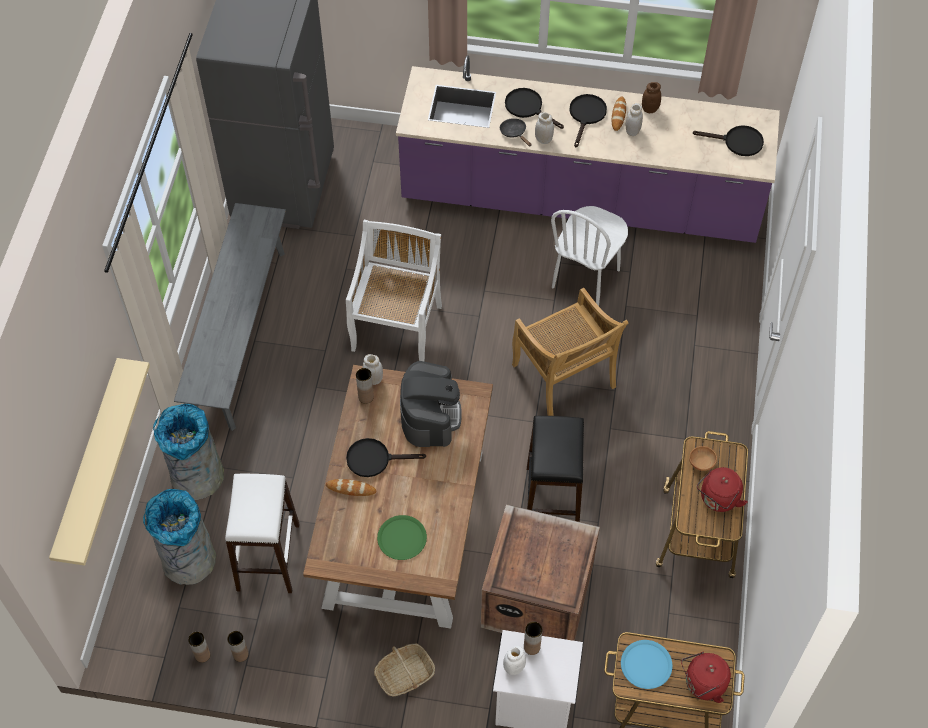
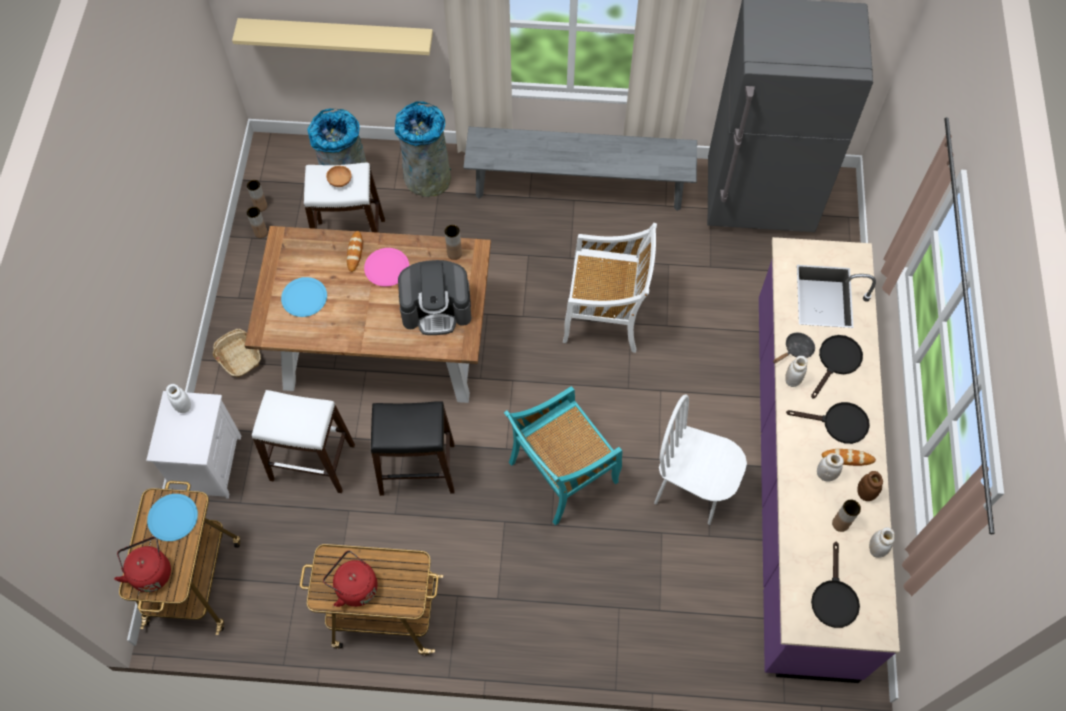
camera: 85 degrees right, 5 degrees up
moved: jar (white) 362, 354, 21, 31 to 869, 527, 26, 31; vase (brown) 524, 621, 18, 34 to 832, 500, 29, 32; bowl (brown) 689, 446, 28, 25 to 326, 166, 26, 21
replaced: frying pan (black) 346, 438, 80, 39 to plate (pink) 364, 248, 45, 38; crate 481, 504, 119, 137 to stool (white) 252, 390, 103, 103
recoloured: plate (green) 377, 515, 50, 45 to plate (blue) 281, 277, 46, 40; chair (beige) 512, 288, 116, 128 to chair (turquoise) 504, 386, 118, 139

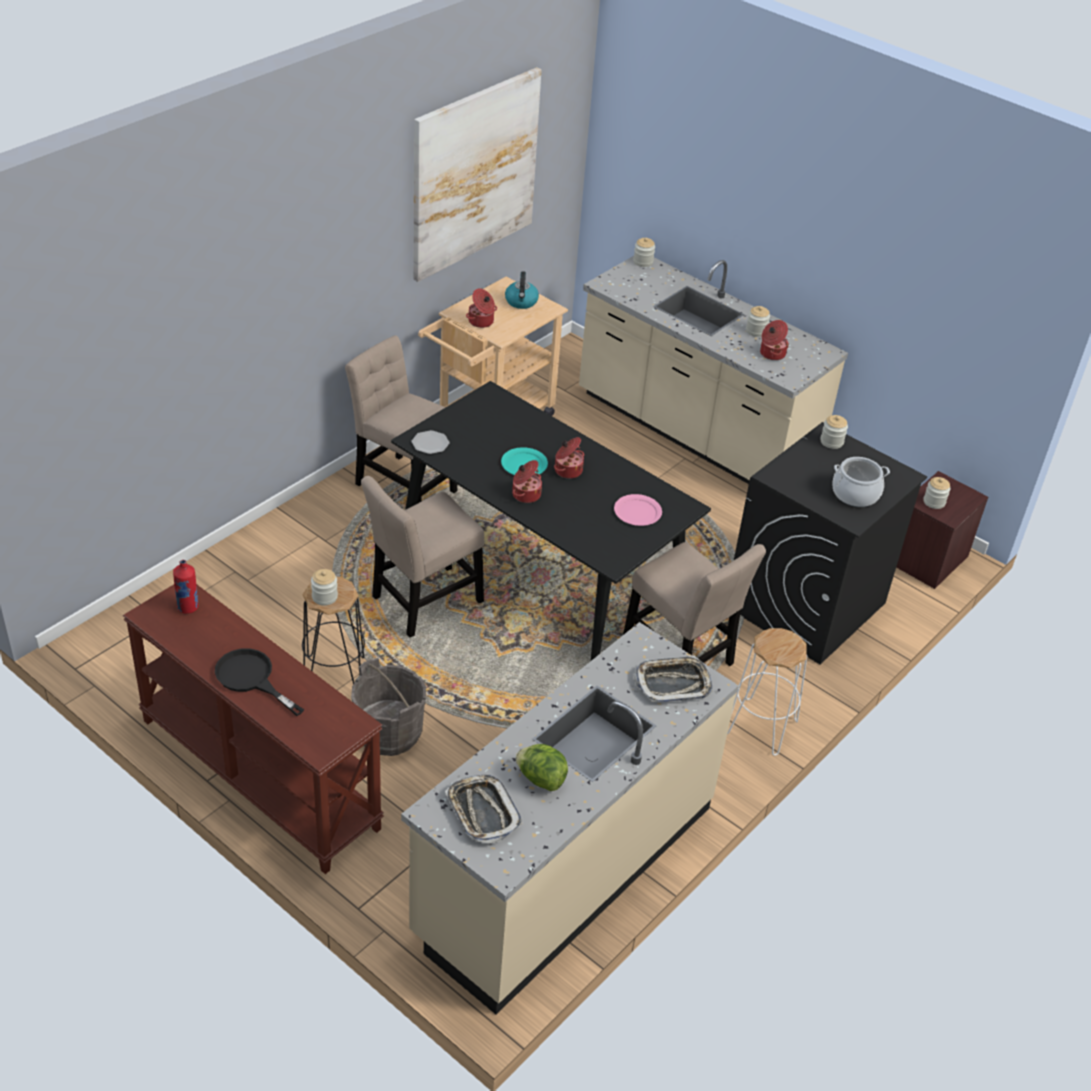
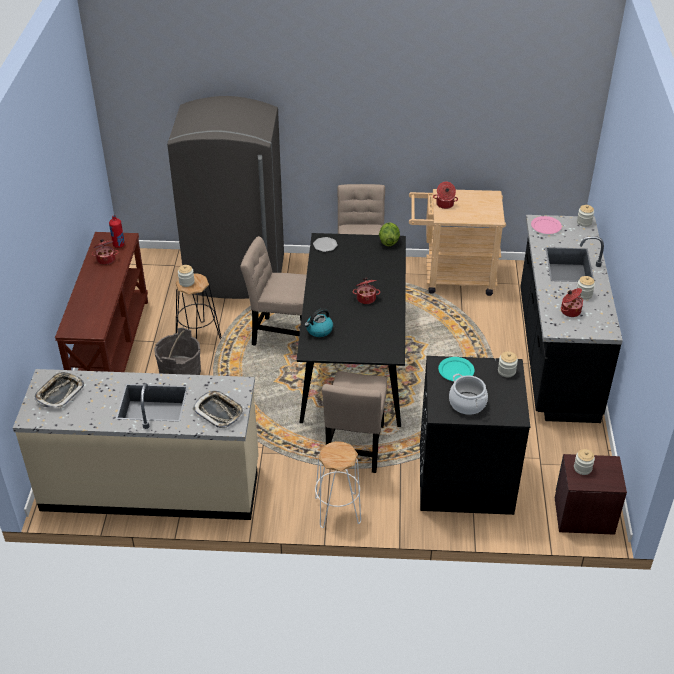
camera: 55 degrees right, 0 degrees up
removed: frying pan (black) 215, 648, 89, 68; picture 413, 67, 129, 215
added: fridge (grey) 167, 96, 117, 203
moved: plate (turquoise) 501, 447, 47, 28 to 438, 357, 37, 24; kettle 505, 271, 34, 38 to 304, 308, 29, 29; cooking pot 512, 460, 30, 43 to 92, 239, 27, 26; lettuce 515, 744, 53, 47 to 379, 222, 21, 24; plate (pink) 614, 494, 48, 32 to 531, 216, 31, 18
recoloured: counter (beige) 579, 256, 269, 228 to counter (black) 521, 215, 102, 208

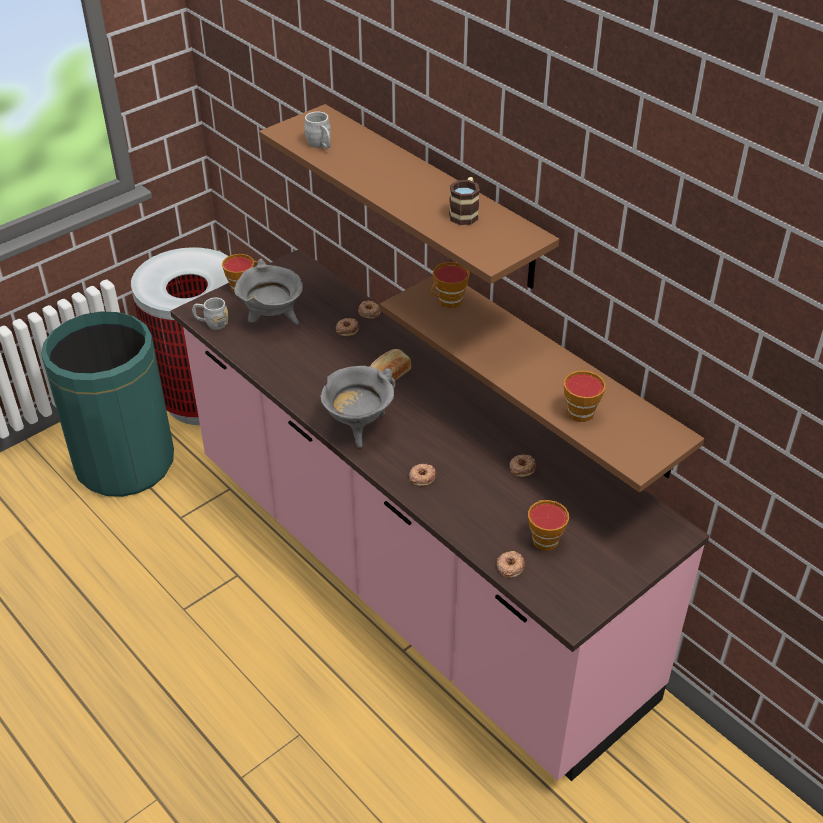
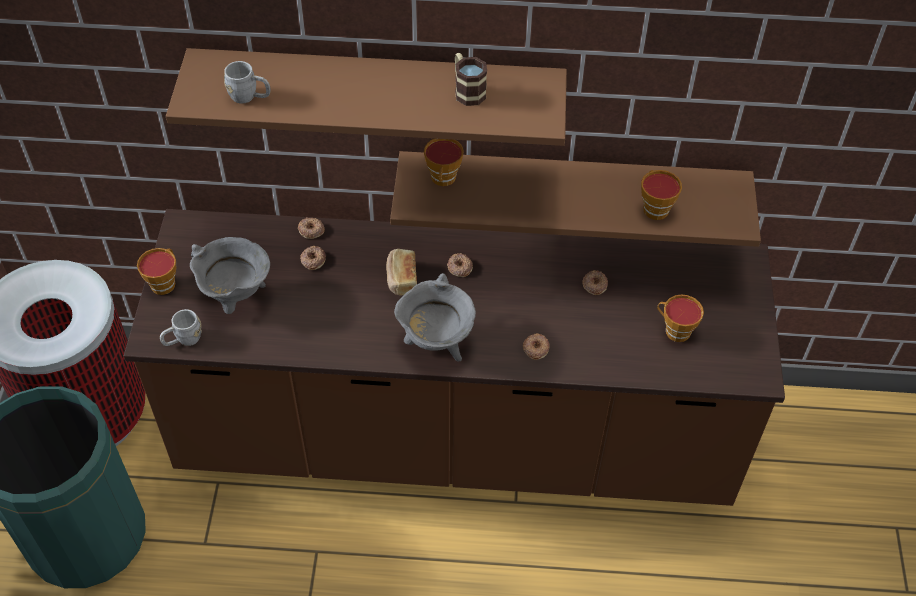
camera: 45 degrees left, 10 degrees up
moved: donut 496, 551, 29, 27 to 447, 253, 26, 24
recoloured: counter (pink) 170, 249, 539, 532 to counter (brown) 124, 209, 661, 297

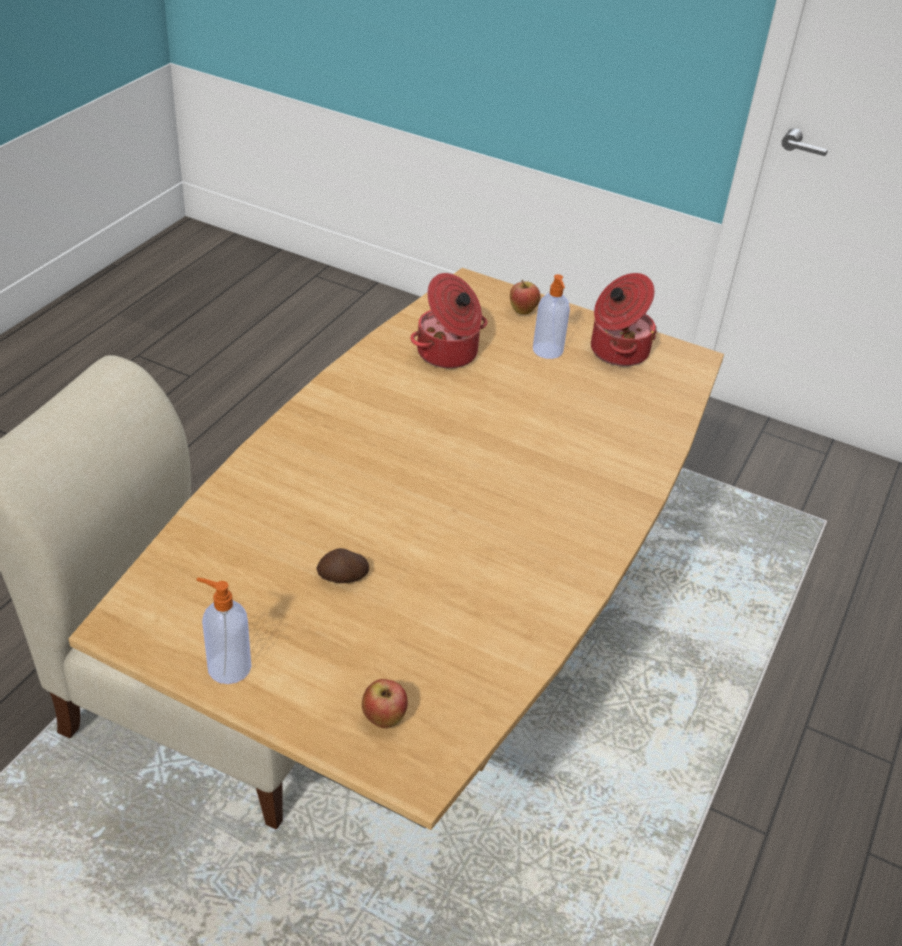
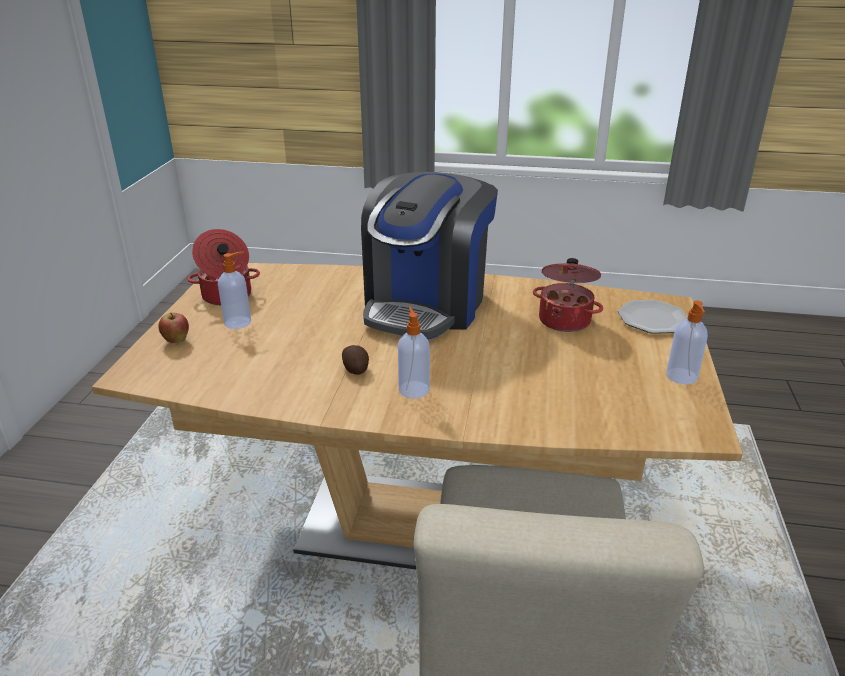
camera: 105 degrees left, 10 degrees down
added: coffee machine 361, 172, 137, 168; soap dispenser 398, 306, 32, 92
moved: potato 316, 548, 53, 35 to 342, 345, 27, 30; cooking pot 410, 273, 77, 95 to 533, 258, 70, 74
replaced: apple 362, 679, 46, 49 to plate 618, 300, 70, 34

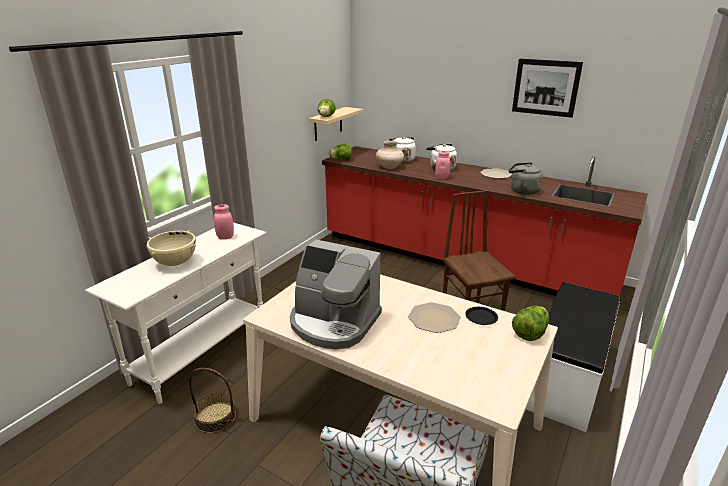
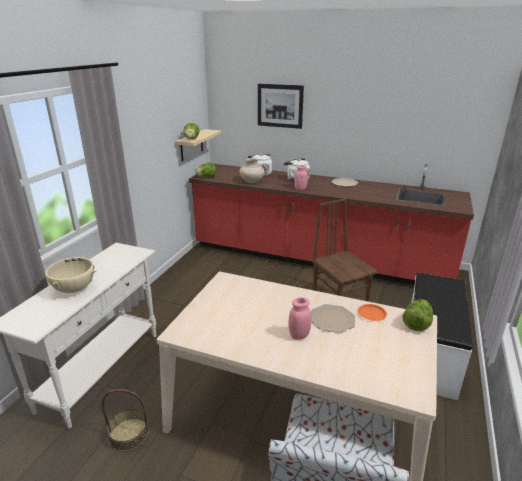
camera: 10 degrees left, 0 degrees up
removed: coffee machine 290, 240, 92, 109; kettle (grey) 509, 162, 34, 33
moved: jar (pink) 214, 204, 20, 35 to 288, 297, 24, 43; picture 512, 59, 71, 59 to 258, 84, 46, 45
recoloured: plate (black) 465, 307, 33, 18 to plate (orange) 358, 304, 29, 17

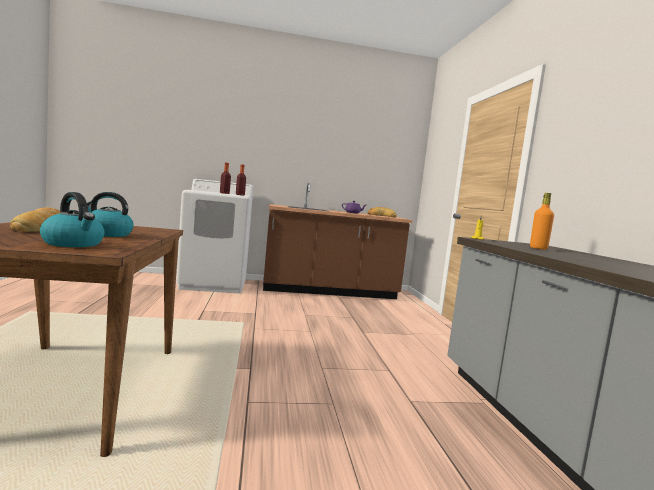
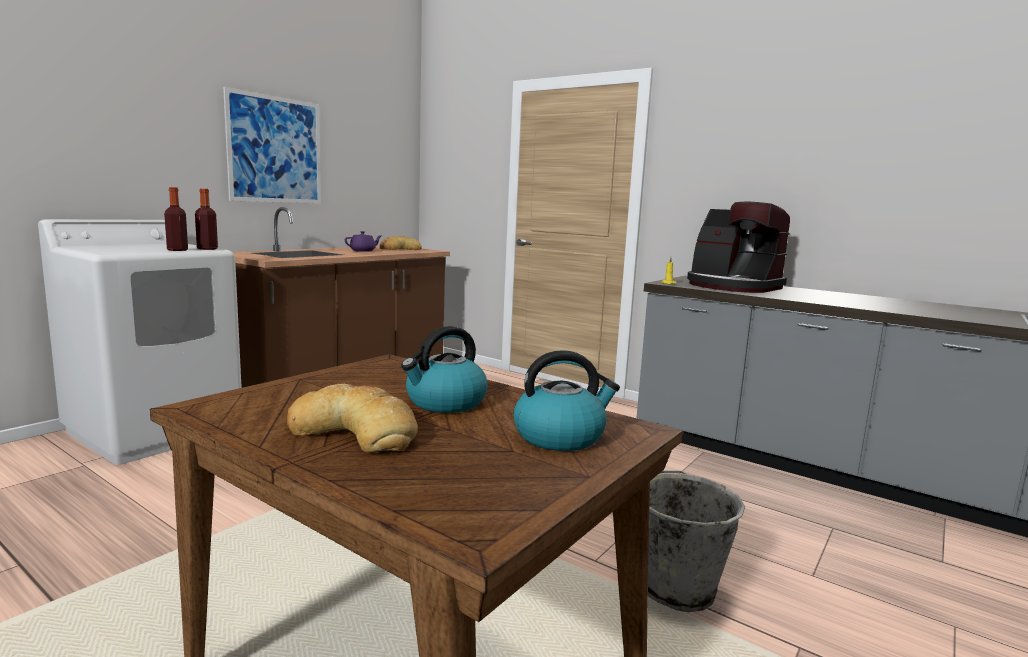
camera: 45 degrees left, 5 degrees up
added: picture 223, 87, 98, 117; bucket (grey) 648, 471, 97, 141
replaced: bottle (orange) 530, 193, 24, 56 to coffee machine 687, 202, 103, 91

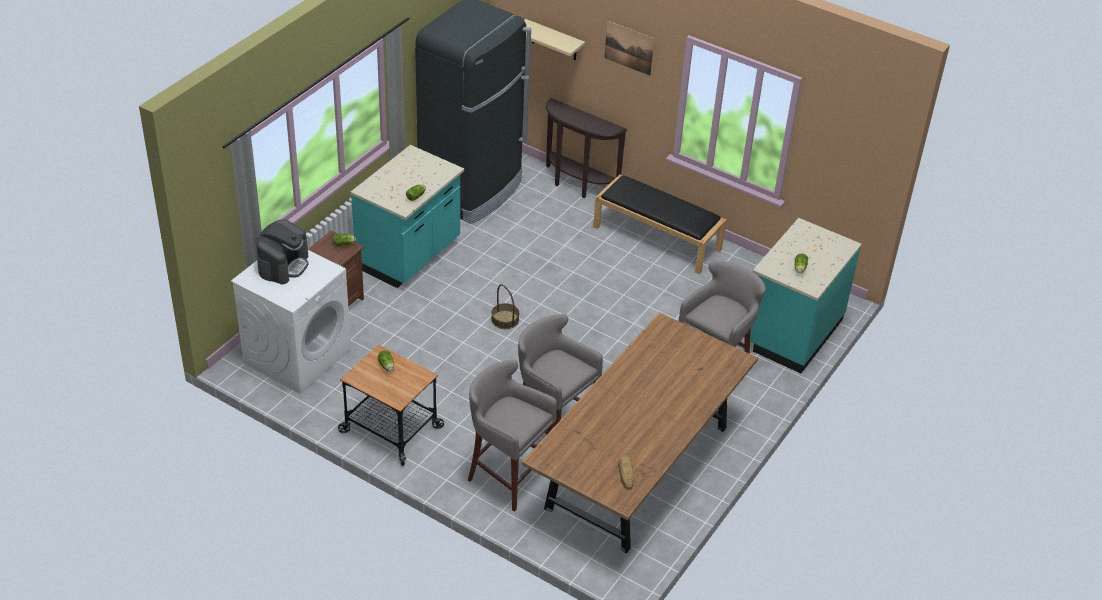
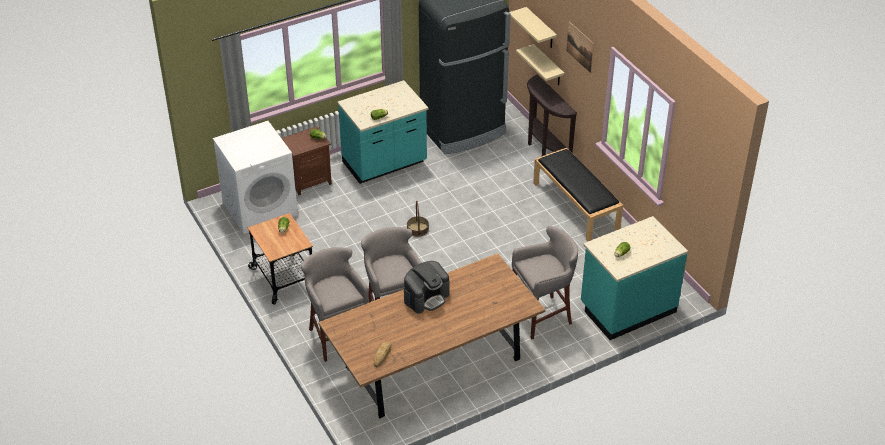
camera: 30 degrees right, 0 degrees up
added: shelf (beige) 516, 44, 48, 41
moved: coffee machine 257, 219, 52, 65 to 404, 261, 46, 53

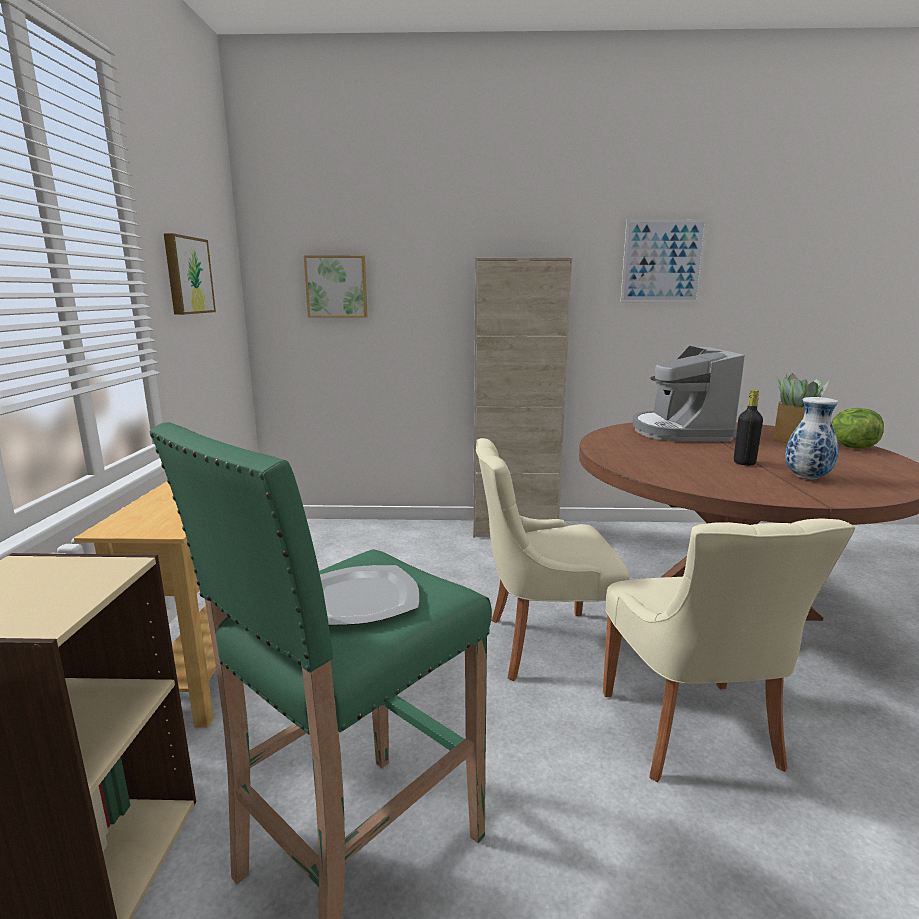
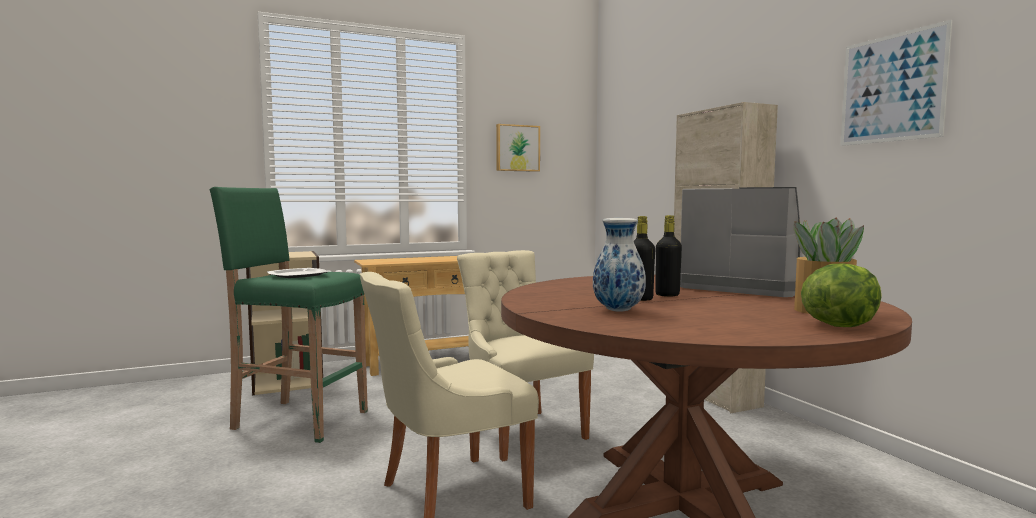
camera: 65 degrees right, 10 degrees down
removed: picture 304, 255, 63, 62
added: bottle (black) 655, 215, 27, 82
turned: coffee machine 633, 346, 112, 95 = 680, 187, 120, 110 60 degrees clockwise

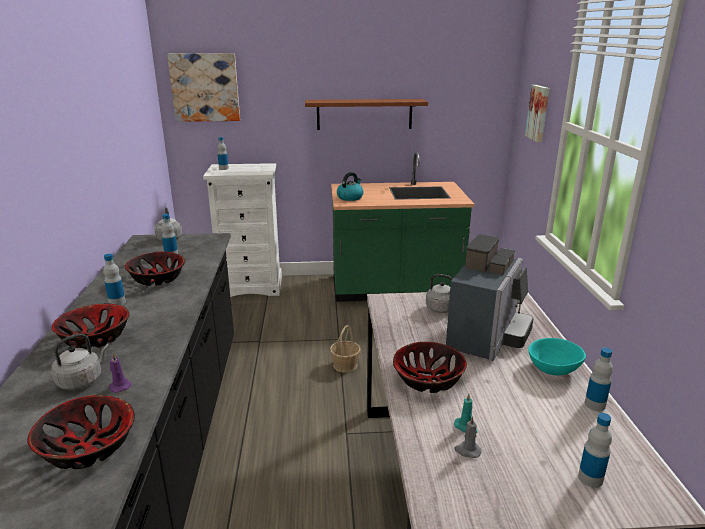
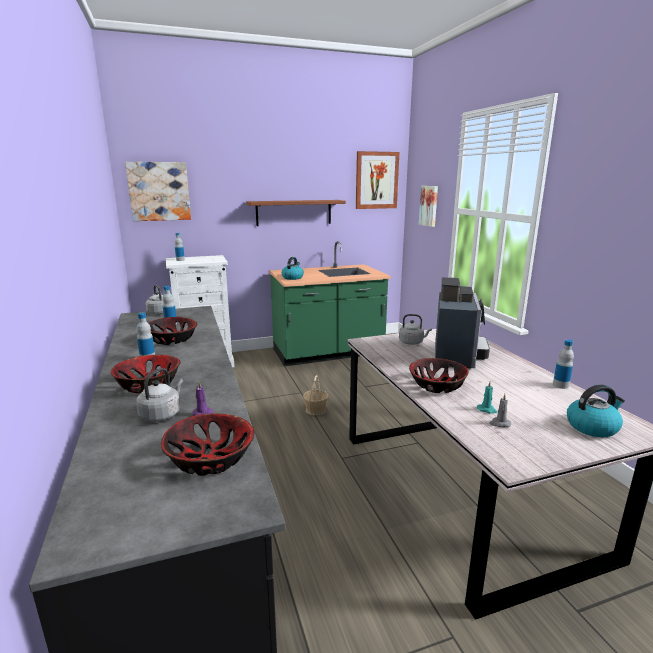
camera: 15 degrees left, 5 degrees down
removed: bowl (turquoise) 528, 338, 58, 38
added: picture 356, 151, 43, 58
replaced: bottle 578, 413, 34, 75 to kettle 567, 384, 58, 53

